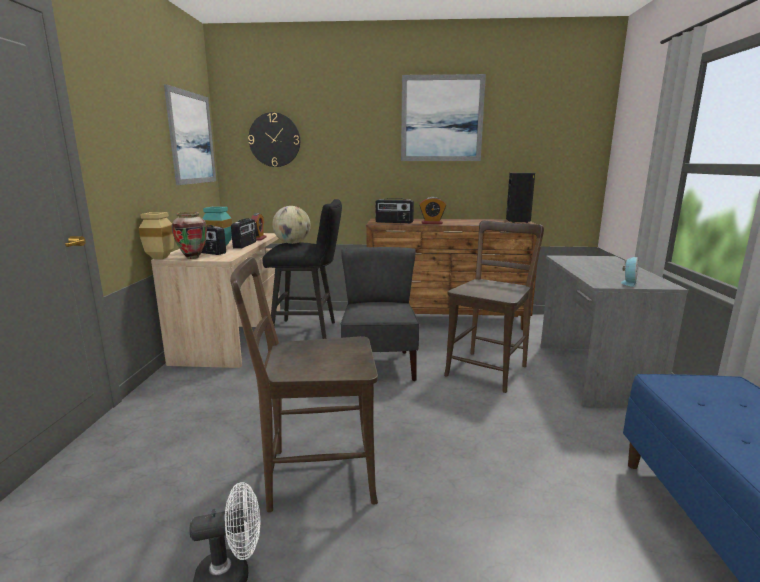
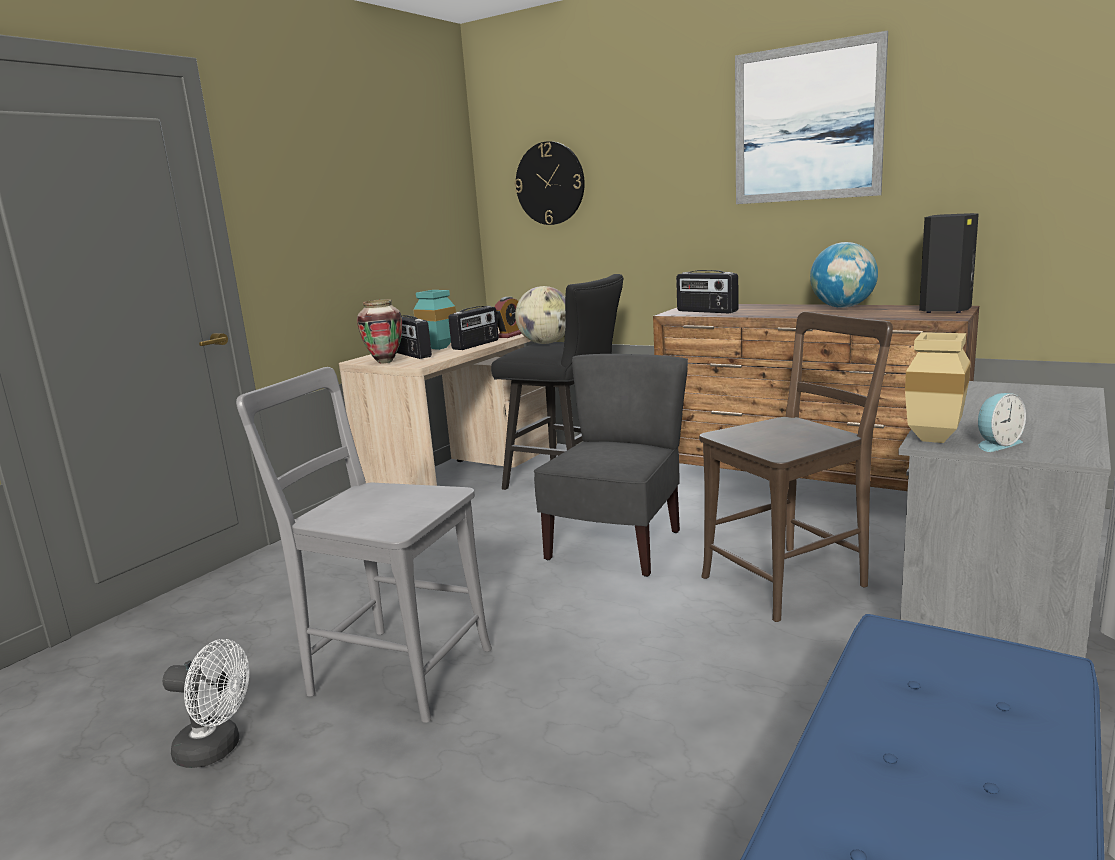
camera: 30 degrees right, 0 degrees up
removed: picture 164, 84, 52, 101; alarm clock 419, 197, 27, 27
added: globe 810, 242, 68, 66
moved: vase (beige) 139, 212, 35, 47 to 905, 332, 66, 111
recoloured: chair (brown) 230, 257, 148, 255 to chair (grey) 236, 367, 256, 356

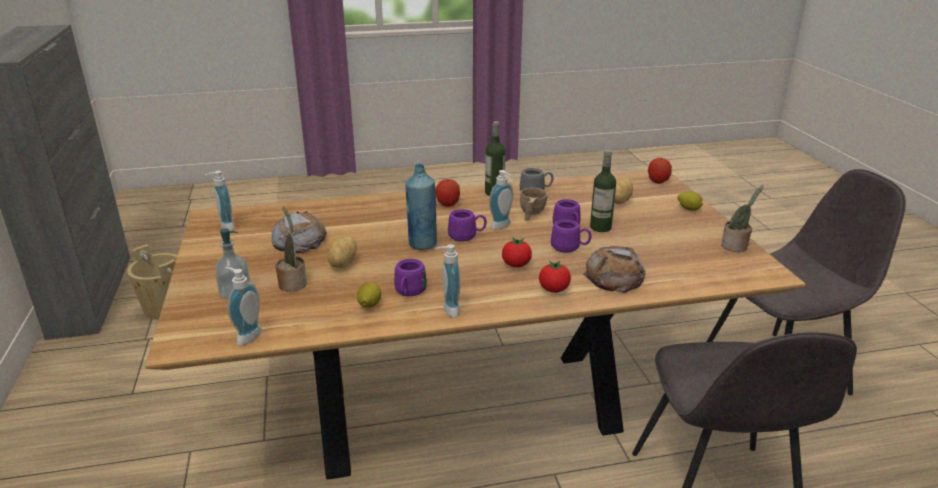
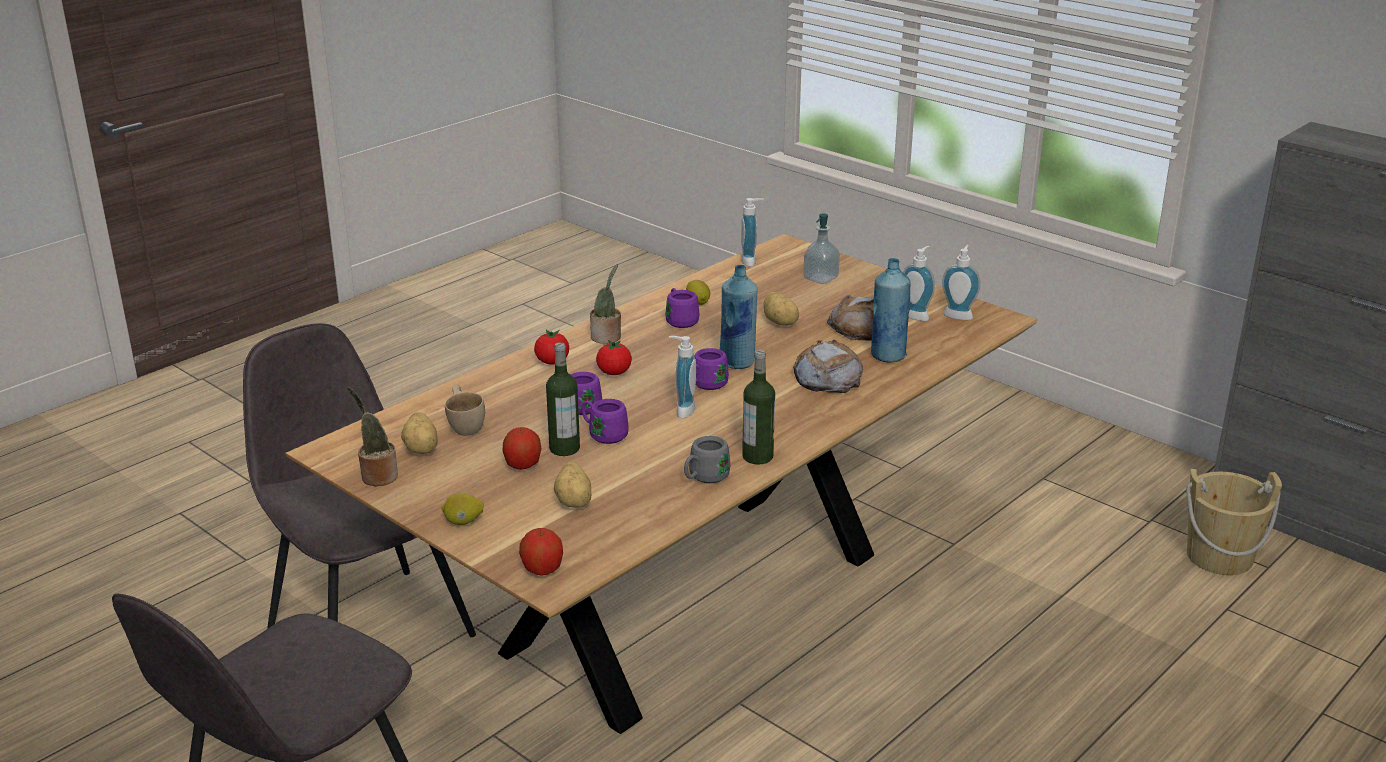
camera: 145 degrees right, 0 degrees up
added: potato 401, 412, 36, 42; bottle (blue) 871, 258, 40, 105
moved: potted plant 275, 207, 32, 85 to 590, 264, 31, 80; soap dispenser 435, 244, 25, 74 to 903, 246, 32, 75; apple 436, 179, 24, 28 to 503, 427, 38, 43; cup (beige) 520, 187, 28, 34 to 445, 384, 40, 52; bread 583, 246, 62, 47 to 793, 340, 70, 53

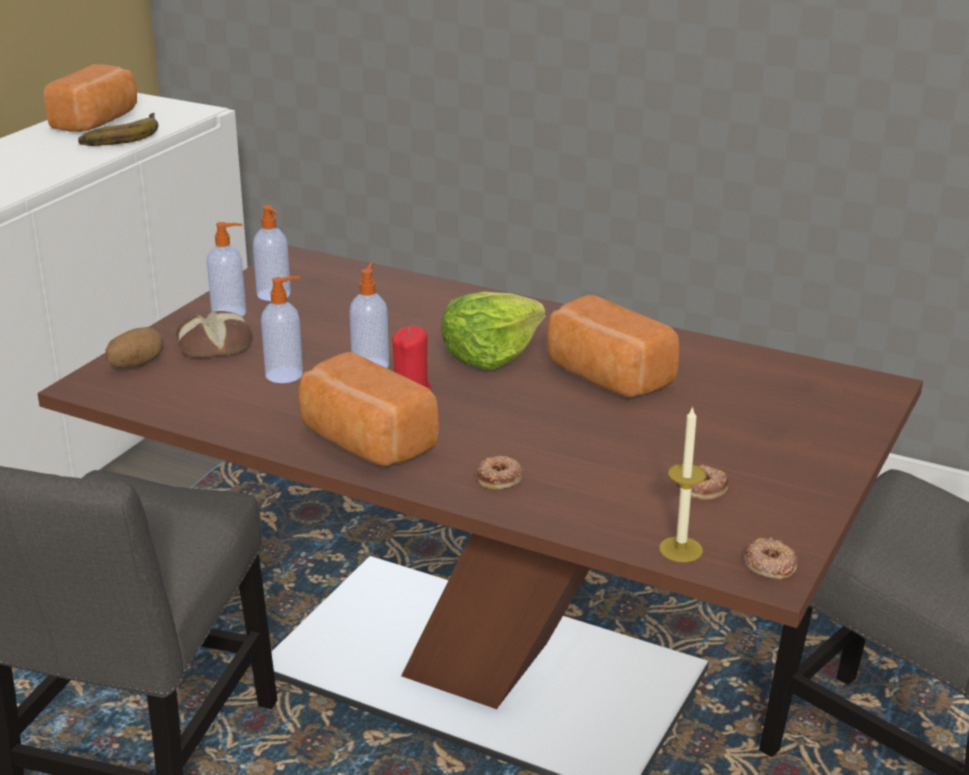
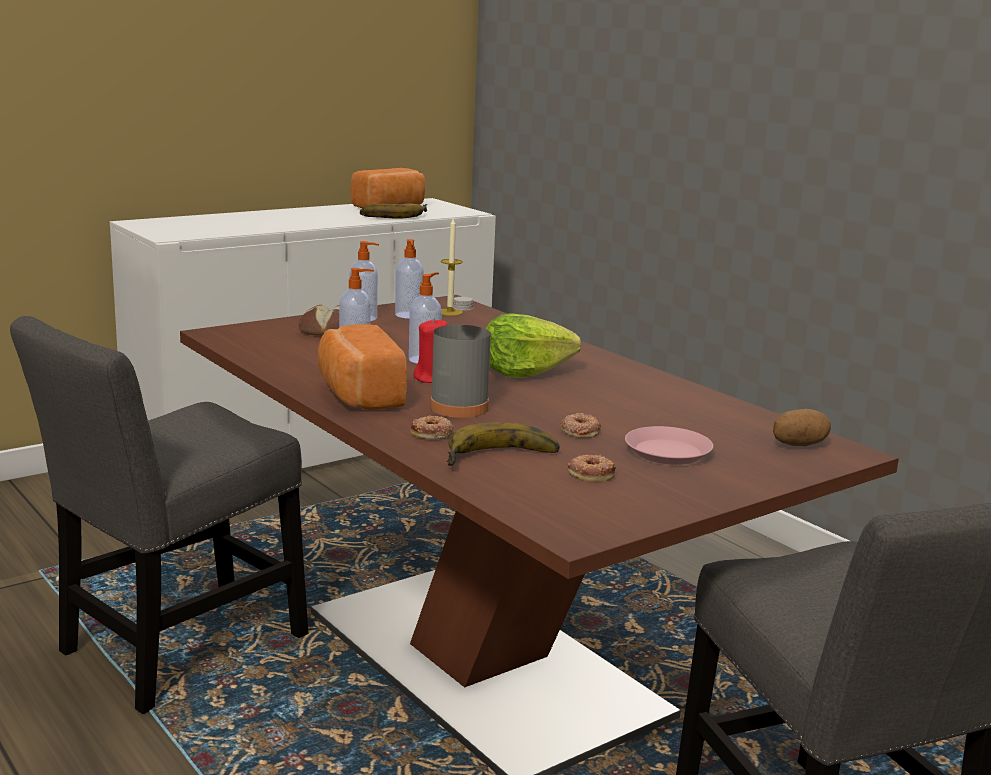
camera: 25 degrees right, 10 degrees down
removed: bread 547, 295, 132, 103
added: bottle (grey) 430, 297, 61, 121; banana 447, 422, 113, 44; plate (pink) 625, 426, 89, 39
moved: potato 106, 327, 58, 41 to 773, 409, 58, 37; candle 659, 406, 47, 156 to 441, 218, 22, 98; donut 744, 538, 53, 41 to 560, 413, 41, 25

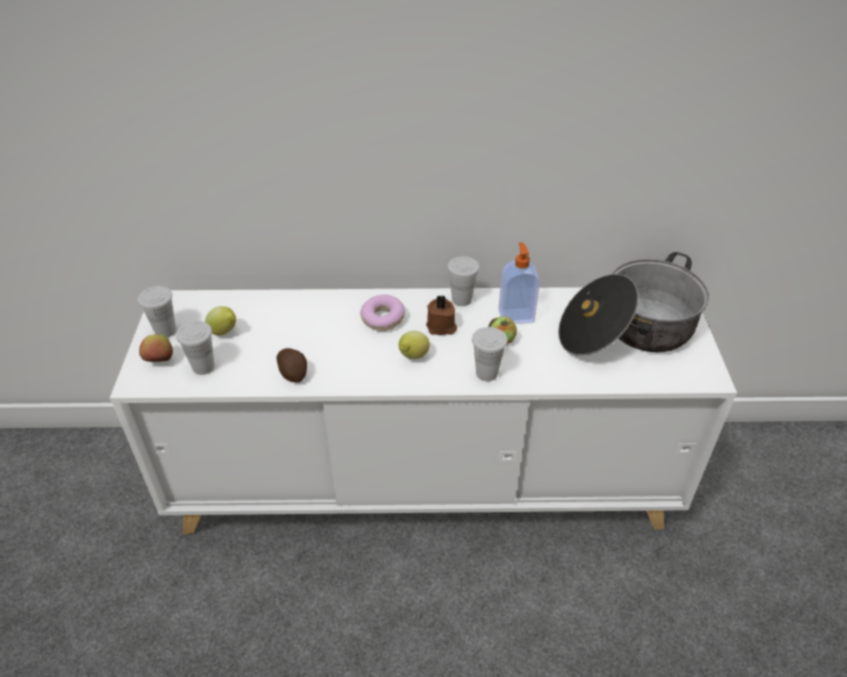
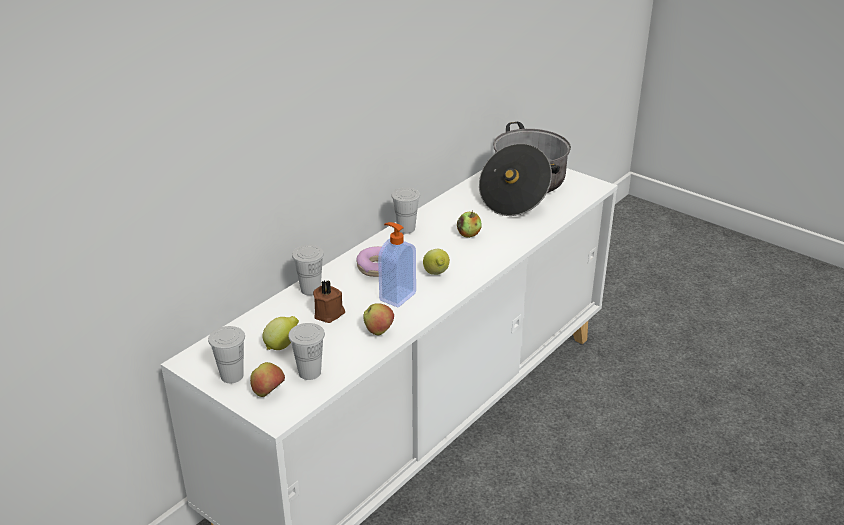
camera: 50 degrees left, 10 degrees down
moved: candle (brown) 426, 295, 31, 40 to 313, 281, 32, 42; cup (white) 472, 327, 36, 54 to 292, 245, 32, 51; soap dispenser 498, 242, 42, 82 to 378, 222, 38, 86
replaced: potato 276, 348, 31, 34 to apple 363, 303, 31, 32

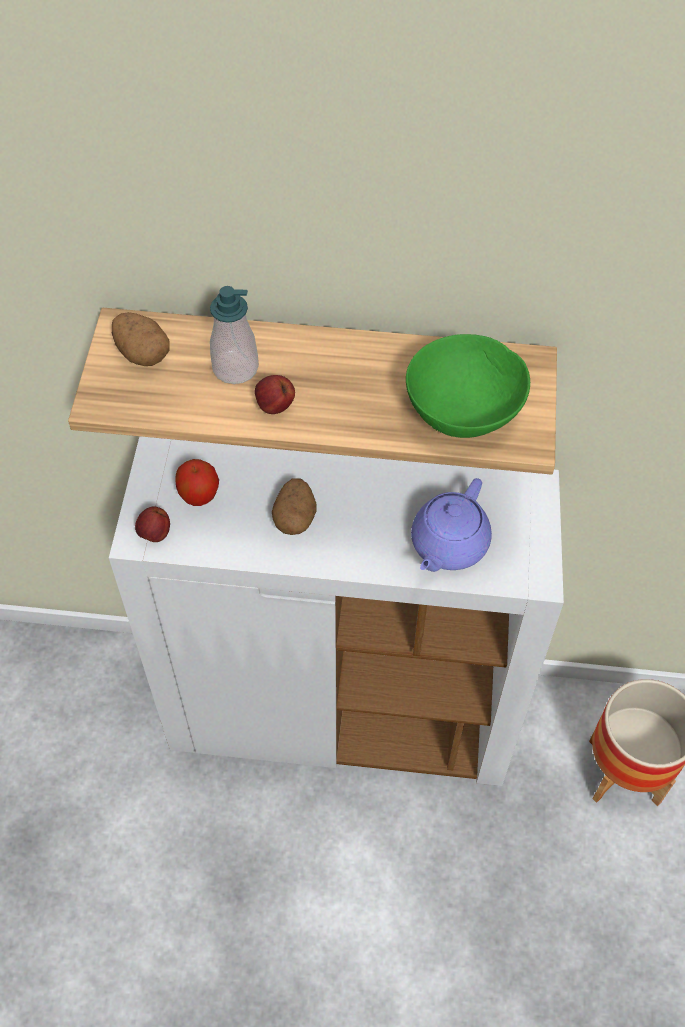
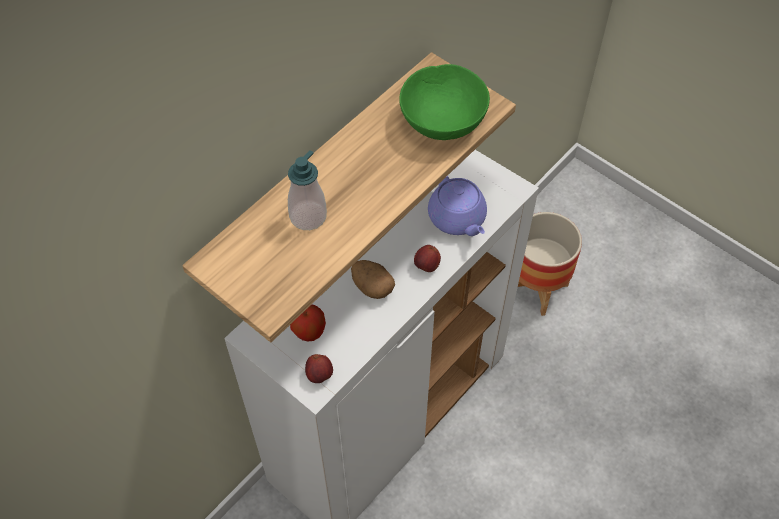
camera: 55 degrees left, 0 degrees up
removed: potato 112, 312, 58, 54
moved: apple 255, 375, 40, 39 to 414, 245, 27, 27

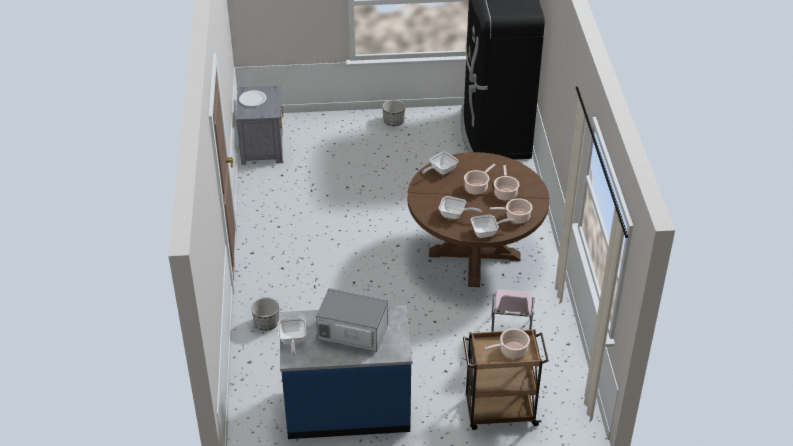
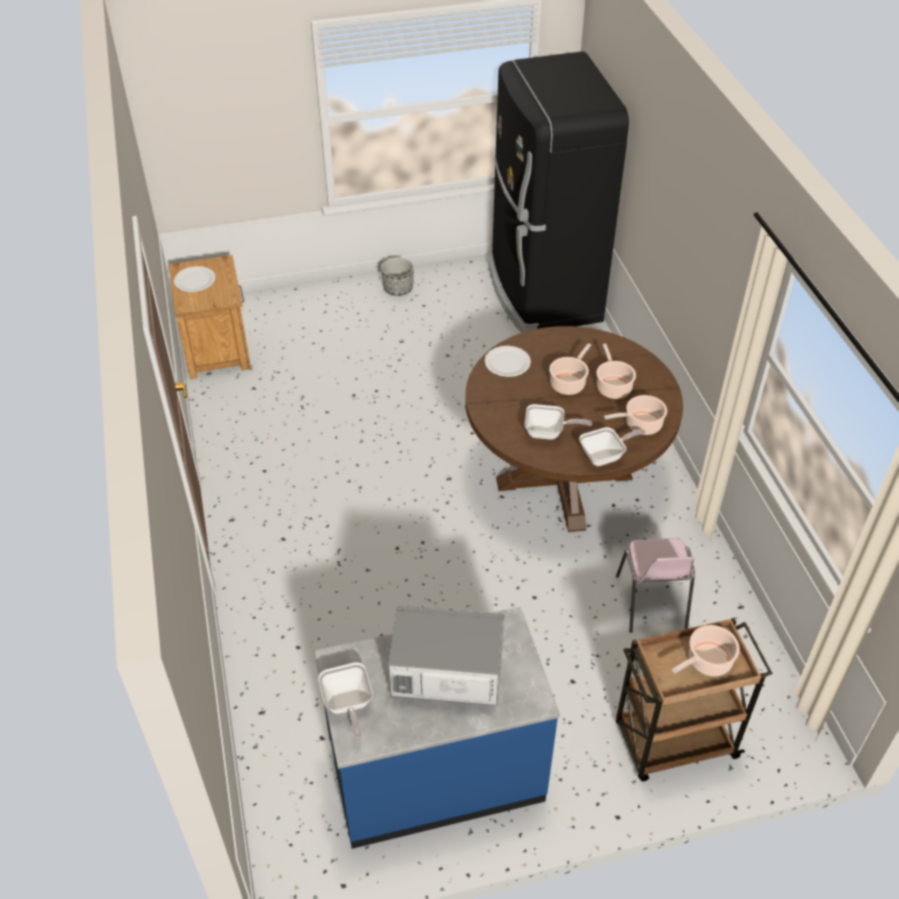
camera: 10 degrees left, 5 degrees up
removed: planter 251, 297, 28, 34
replaced: frying pan 422, 152, 36, 22 to plate (white) 484, 346, 47, 31
recoloured: nightstand (grey) 236, 86, 47, 79 to nightstand (brown) 169, 255, 82, 124

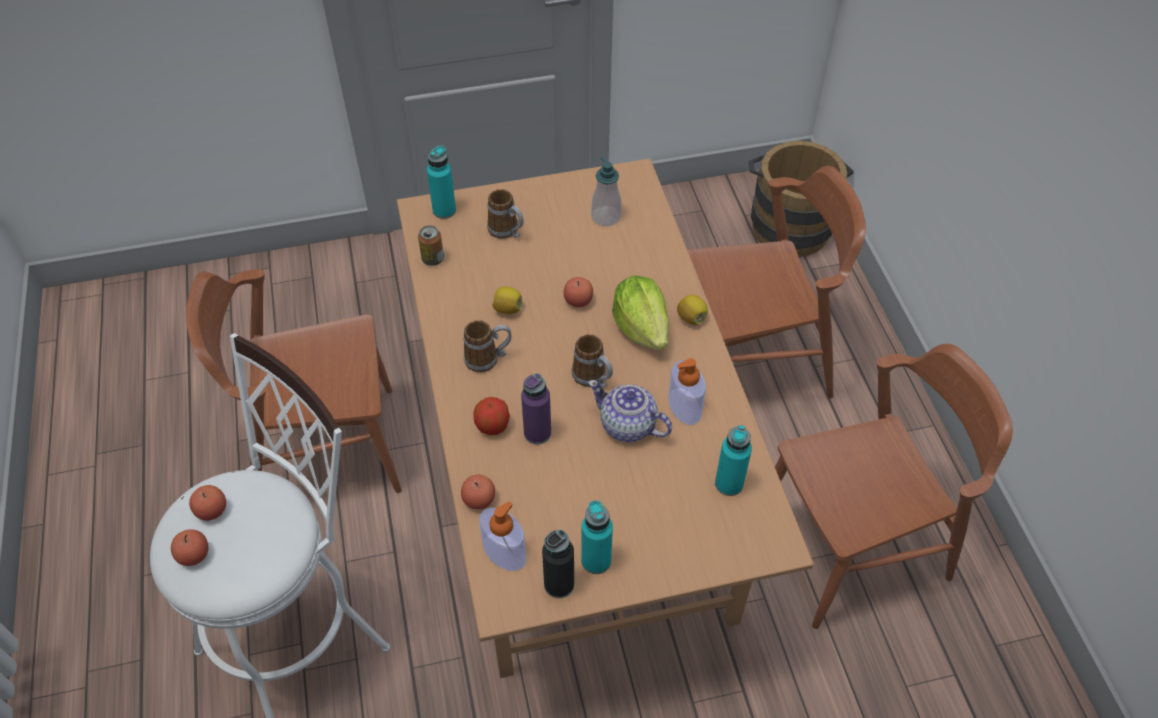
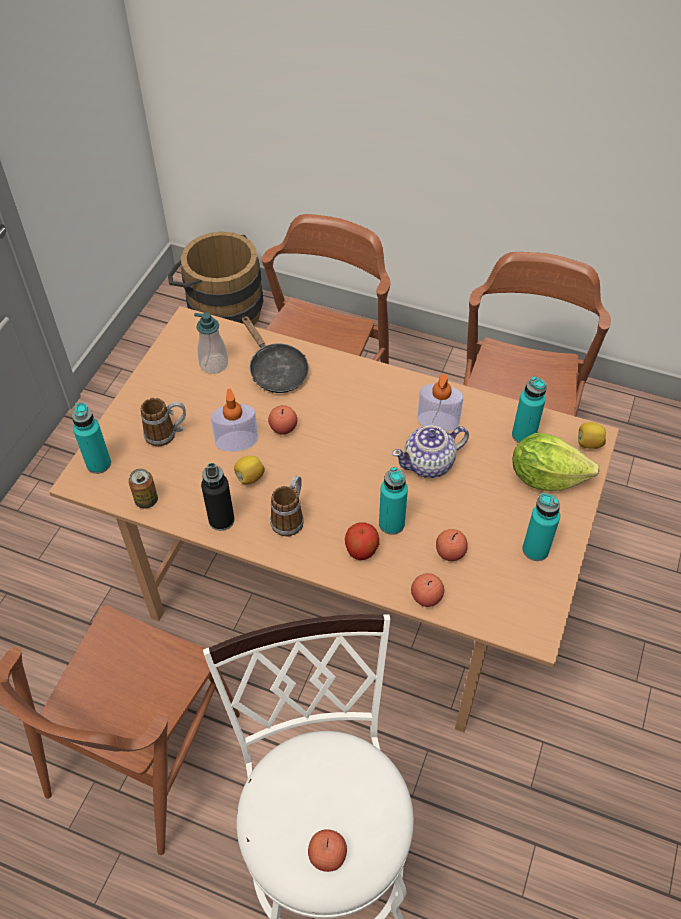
camera: 55 degrees left, 0 degrees up
removed: mug 572, 334, 41, 54
added: frying pan (black) 242, 316, 67, 77
moved: apple 189, 485, 37, 36 to 436, 529, 32, 32; soap dispenser 480, 501, 46, 70 to 211, 389, 47, 63; bottle (black) 542, 530, 32, 68 to 201, 463, 34, 68; lettuce 612, 276, 57, 74 to 512, 433, 88, 58; lemon 677, 295, 31, 30 to 578, 422, 28, 27
recoloured: bottle (purple) 521, 373, 30, 71 to bottle (turquoise) 379, 467, 29, 68

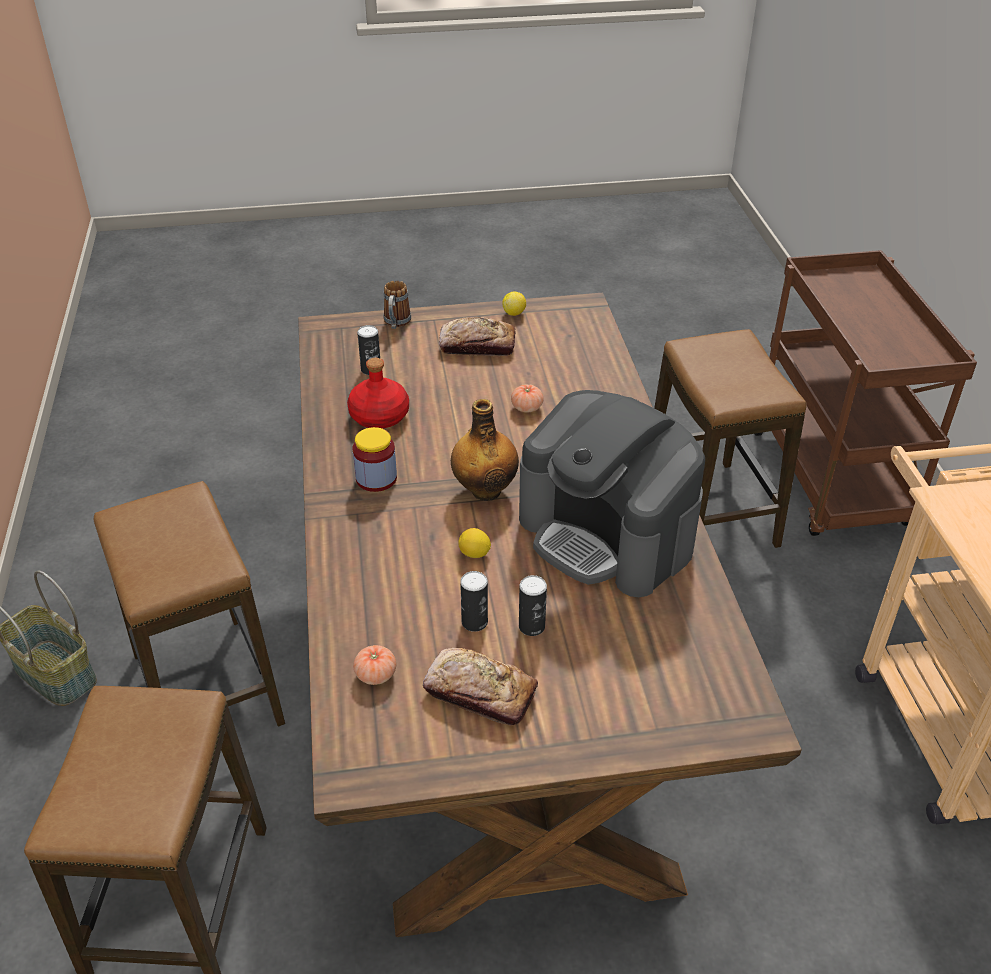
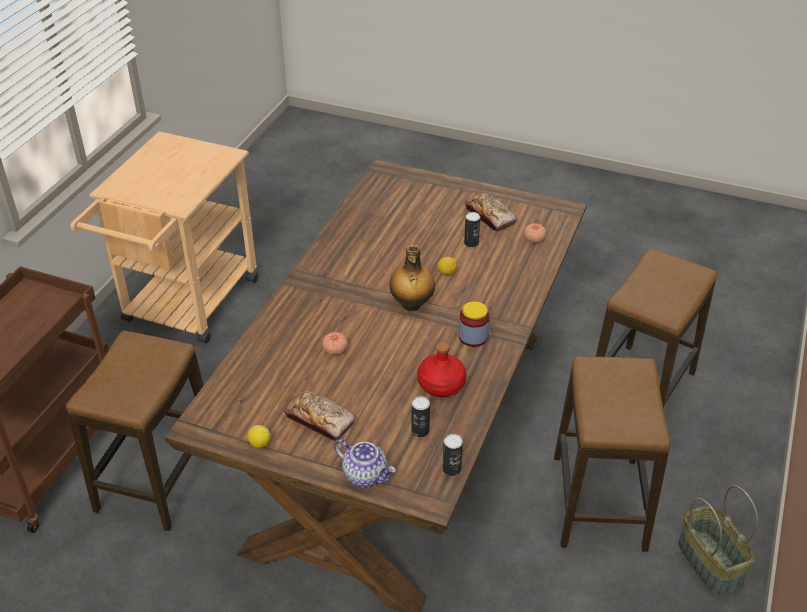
camera: 150 degrees left, 0 degrees up
removed: coffee machine 519, 390, 186, 207
moved: can 519, 575, 28, 61 to 443, 434, 20, 42
replaced: mug 384, 281, 27, 48 to teapot 334, 439, 62, 48

